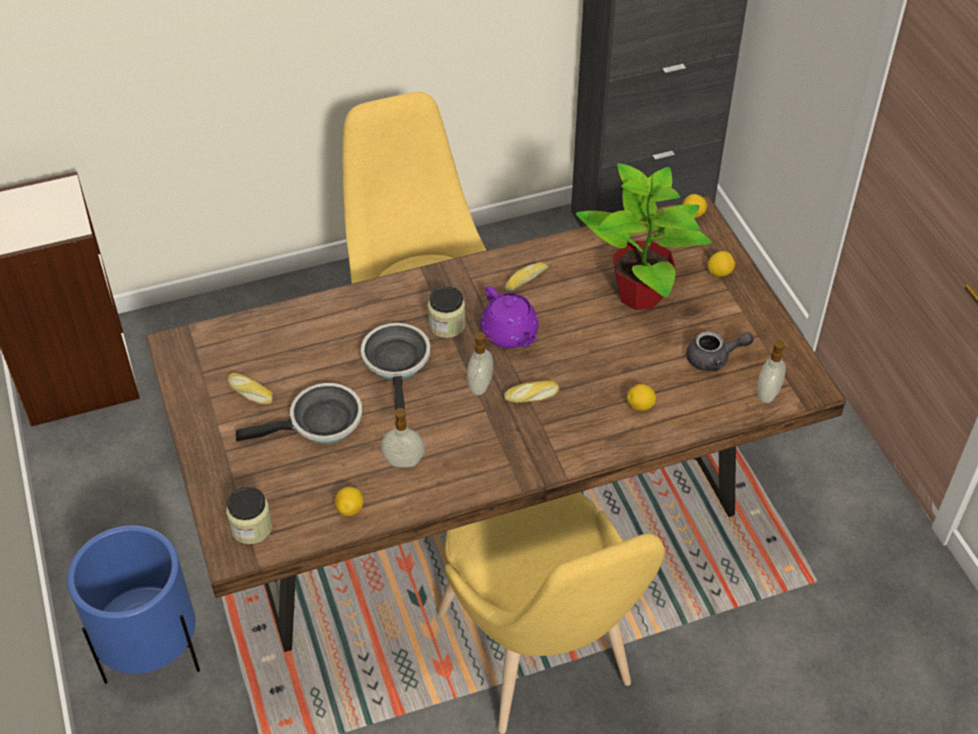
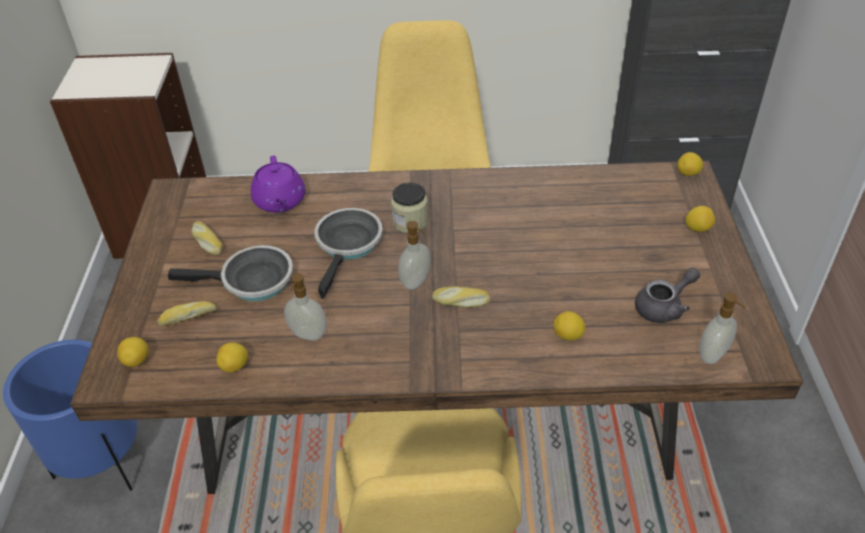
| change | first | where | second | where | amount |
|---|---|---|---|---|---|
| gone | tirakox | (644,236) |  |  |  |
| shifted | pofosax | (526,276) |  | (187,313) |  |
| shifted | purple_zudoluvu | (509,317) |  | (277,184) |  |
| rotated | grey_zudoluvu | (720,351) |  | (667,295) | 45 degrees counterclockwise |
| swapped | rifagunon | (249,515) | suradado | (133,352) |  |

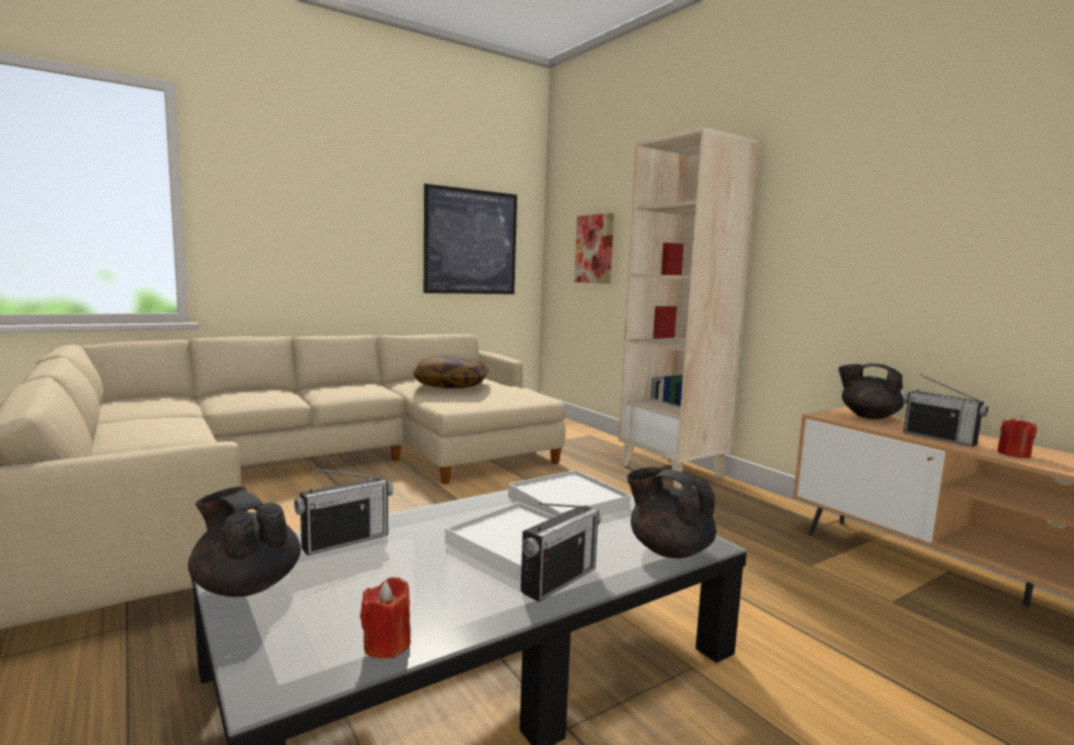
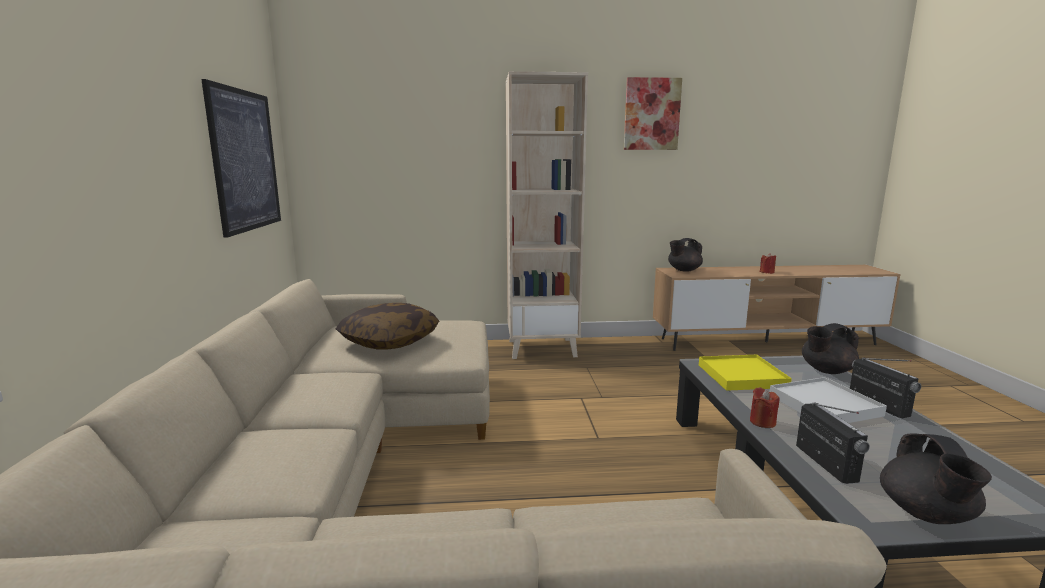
| change | first | where | second | where | amount |
|---|---|---|---|---|---|
| shifted | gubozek | (594,248) |  | (653,113) |  |
| gone | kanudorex | (945,410) |  |  |  |
| repainted | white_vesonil | (569,493) | yellow_vesonil | (745,373) |  |
| rotated | black_zudoluvu | (244,541) |  | (936,478) | 60 degrees counterclockwise |
| shifted | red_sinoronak | (385,618) |  | (764,407) |  |

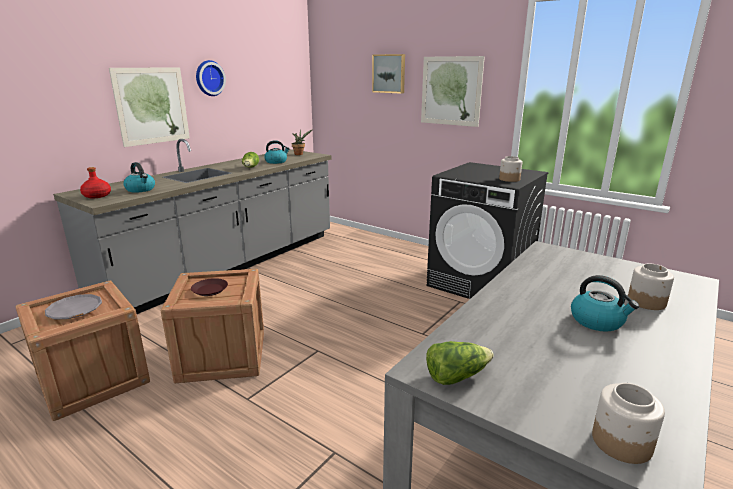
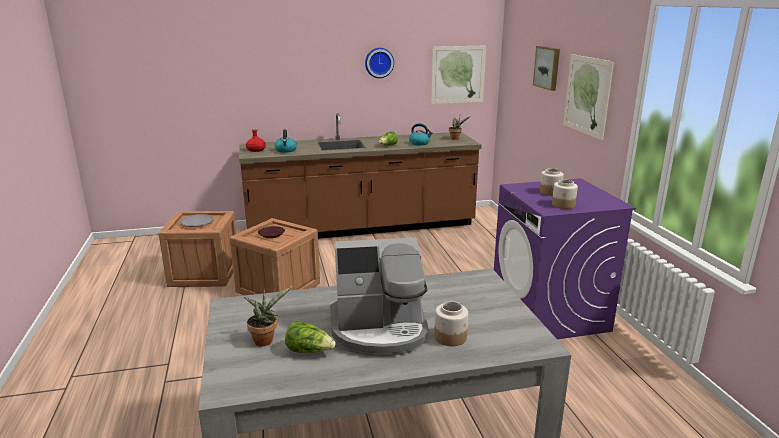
| change | first | where | second | where | amount |
|---|---|---|---|---|---|
| shifted | gubozek | (149,107) |  | (458,75) |  |
| repainted | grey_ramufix | (192,226) | brown_ramufix | (360,176) |  |
| repainted | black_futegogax | (487,230) | purple_futegogax | (565,258) |  |
| swapped | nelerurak | (605,303) | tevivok | (379,296) |  |
| shifted | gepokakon | (460,363) |  | (310,337) |  |
| shifted | rifagunon | (628,423) |  | (552,182) |  |
| new |  |  | tirakox | (268,316) |  |

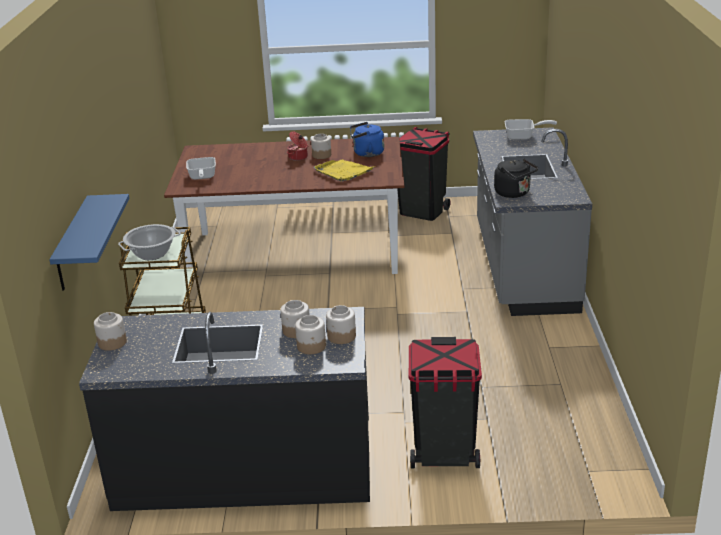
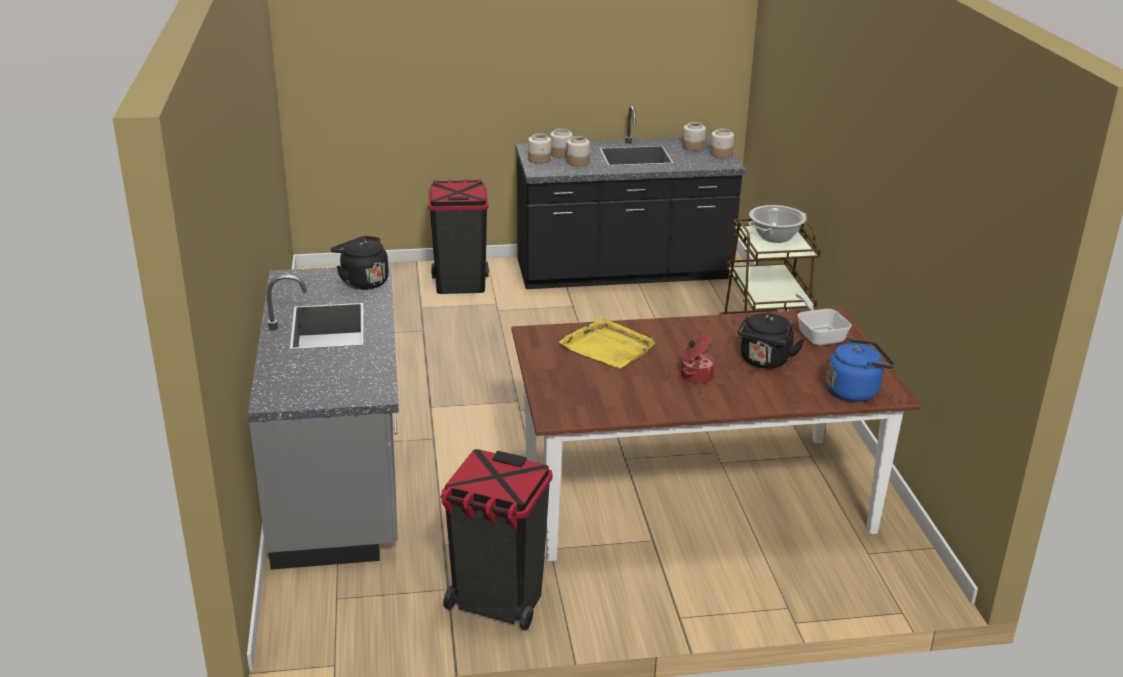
| change | first | where | second | where | amount |
|---|---|---|---|---|---|
| gone | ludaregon | (531,129) |  |  |  |
| shifted | blue_nelerurak | (367,139) |  | (860,370) |  |
| shifted | rifagunon | (321,146) |  | (694,136) |  |
| gone | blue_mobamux | (89,242) |  |  |  |
| new |  |  | black_nelerurak | (770,340) |  |

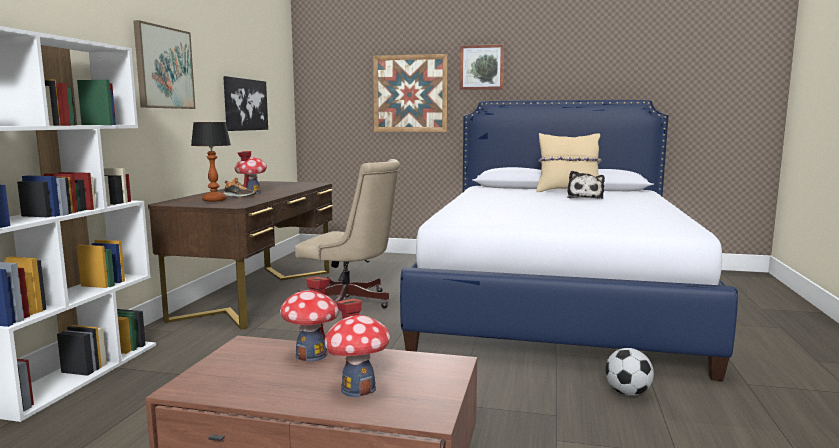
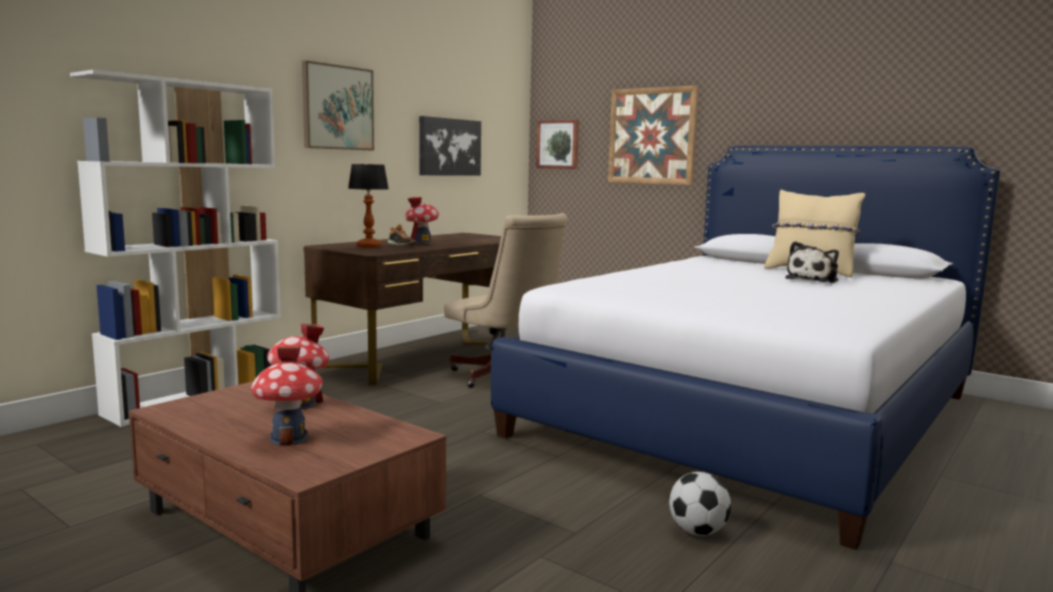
| change | first | where | second | where | amount |
|---|---|---|---|---|---|
| shifted | gubozek | (482,67) |  | (557,144) |  |

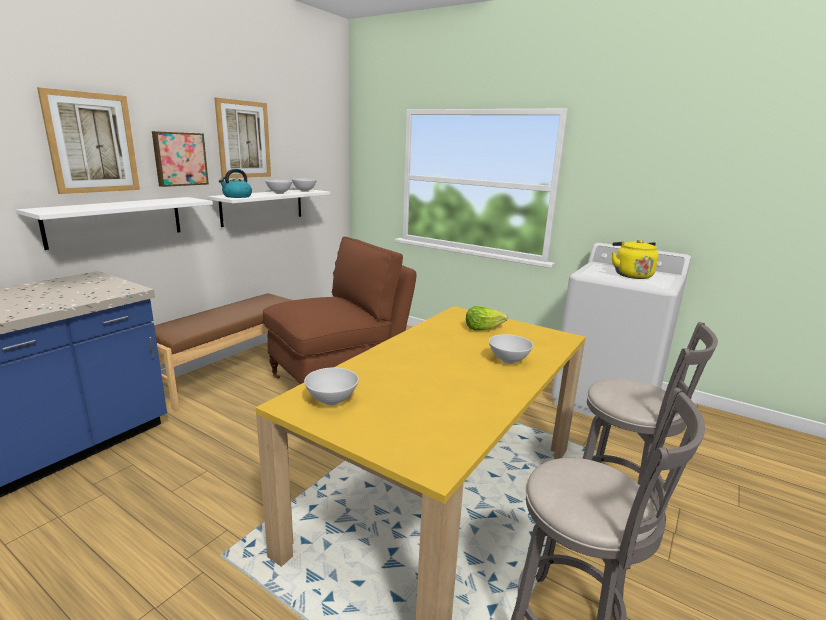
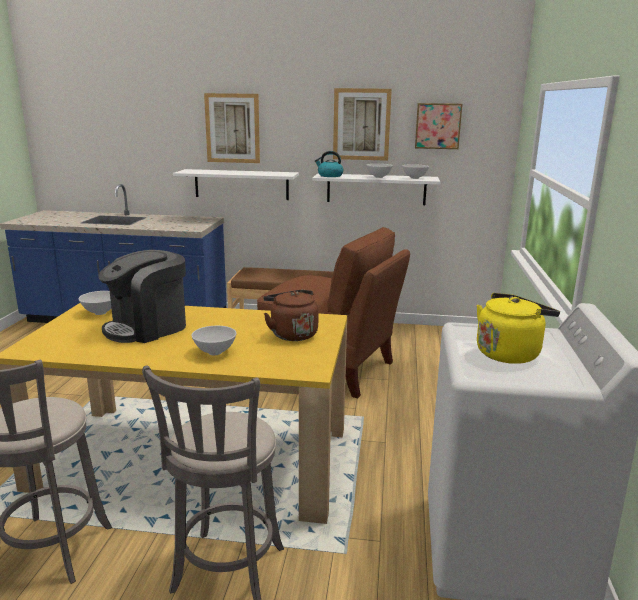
| change | first | where | second | where | amount |
|---|---|---|---|---|---|
| shifted | gubozek | (180,159) |  | (438,126) |  |
| swapped | gepokakon | (487,318) | brown_nelerurak | (291,315) |  |
| new |  |  | tevivok | (142,296) |  |

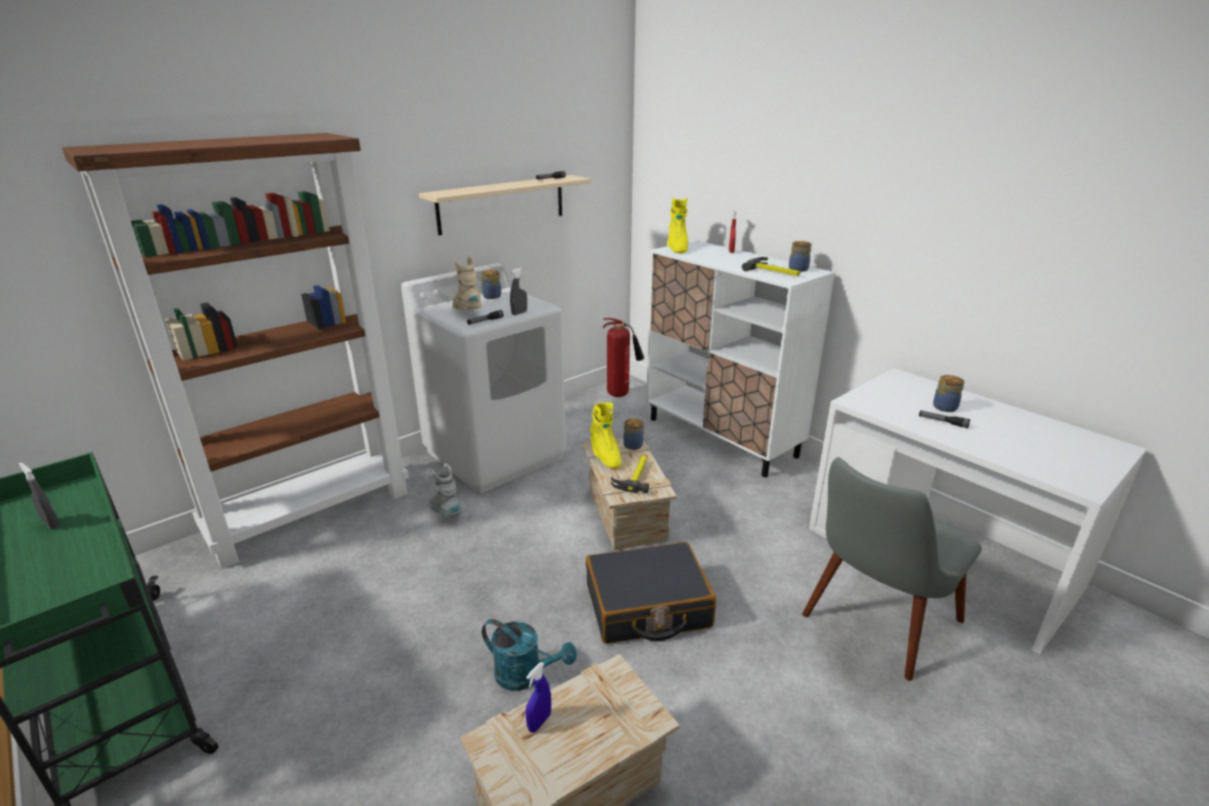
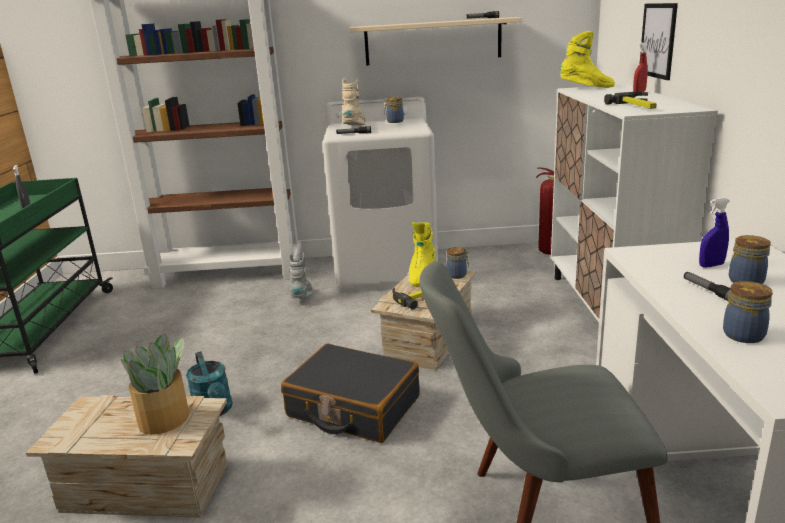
| change | first | where | second | where | amount |
|---|---|---|---|---|---|
| rotated | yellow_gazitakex | (677,225) |  | (587,59) | 120 degrees counterclockwise |
| shifted | rifagunon | (800,256) |  | (748,312) |  |
| gone | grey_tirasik | (518,291) |  |  |  |
| shifted | blue_tirasik | (538,697) |  | (714,233) |  |
| new |  |  | gubozek | (658,41) |  |
| new |  |  | tirakox | (155,384) |  |

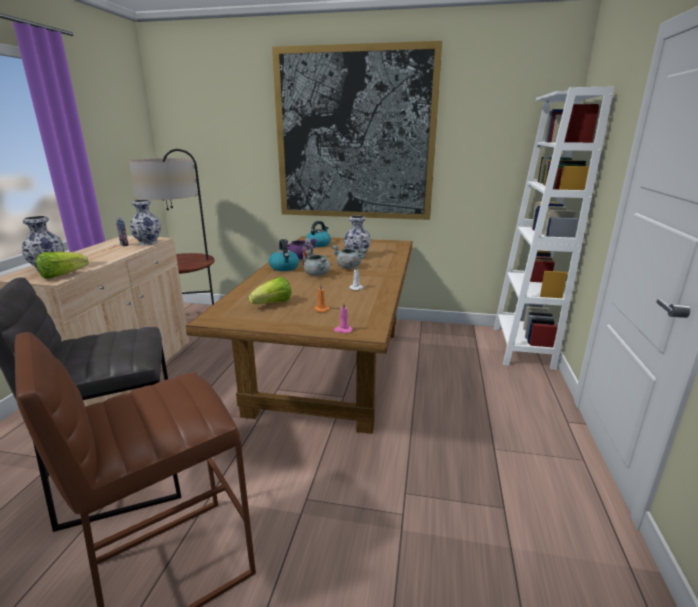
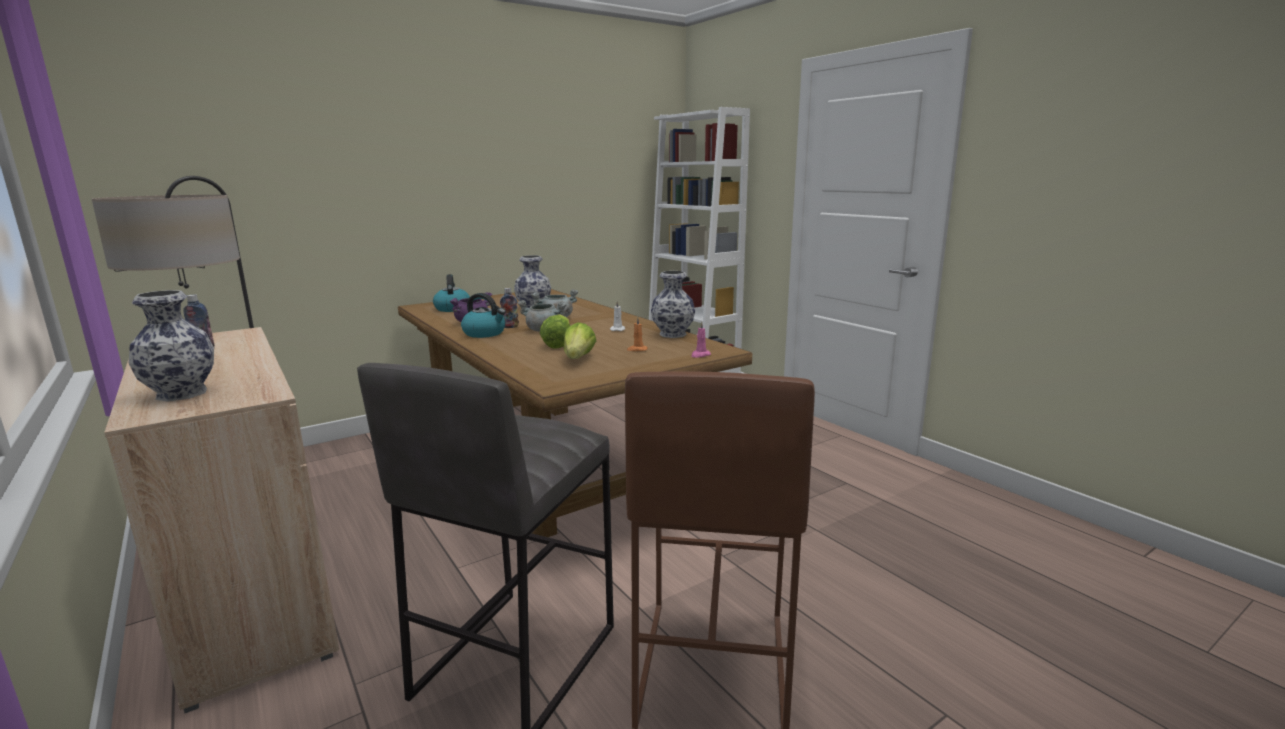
| change | first | where | second | where | amount |
|---|---|---|---|---|---|
| gone | gubozek | (357,130) |  |  |  |
| shifted | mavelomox | (145,222) |  | (673,304) |  |
| shifted | gepokakon | (62,265) |  | (555,331) |  |

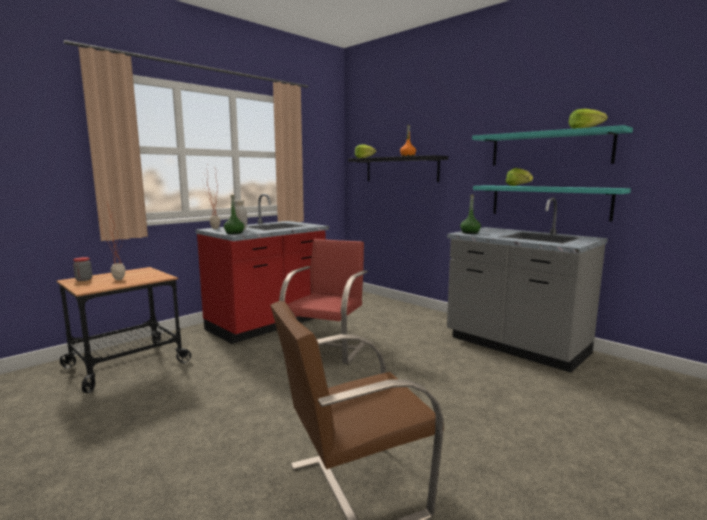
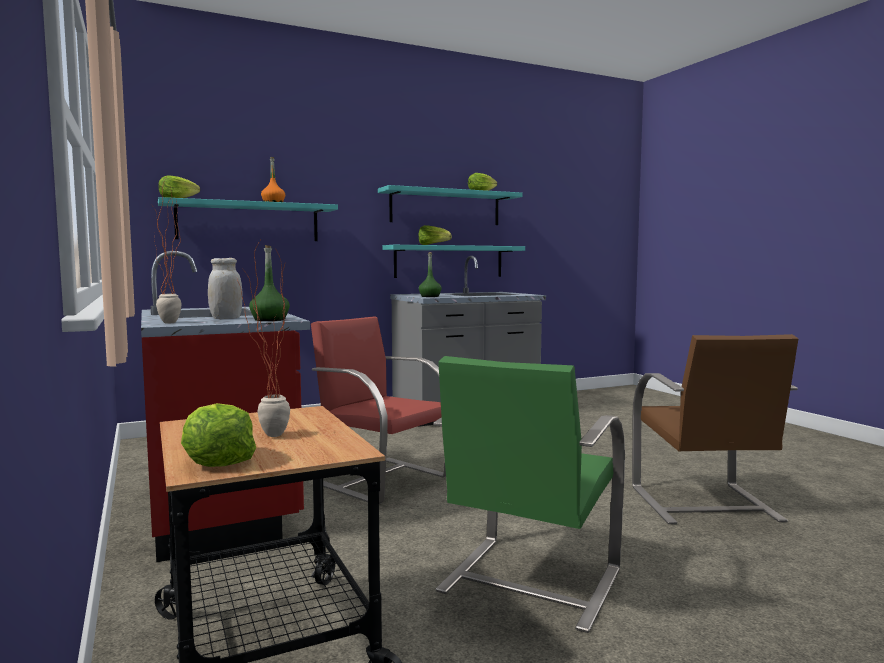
| change | first | where | second | where | amount |
|---|---|---|---|---|---|
| repainted | black_mobamux | (398,168) | turquoise_mobamux | (248,219) |  |
| swapped | rifagunon | (82,269) | gepokakon | (218,435) |  |
| new |  |  | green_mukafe | (529,494) |  |

